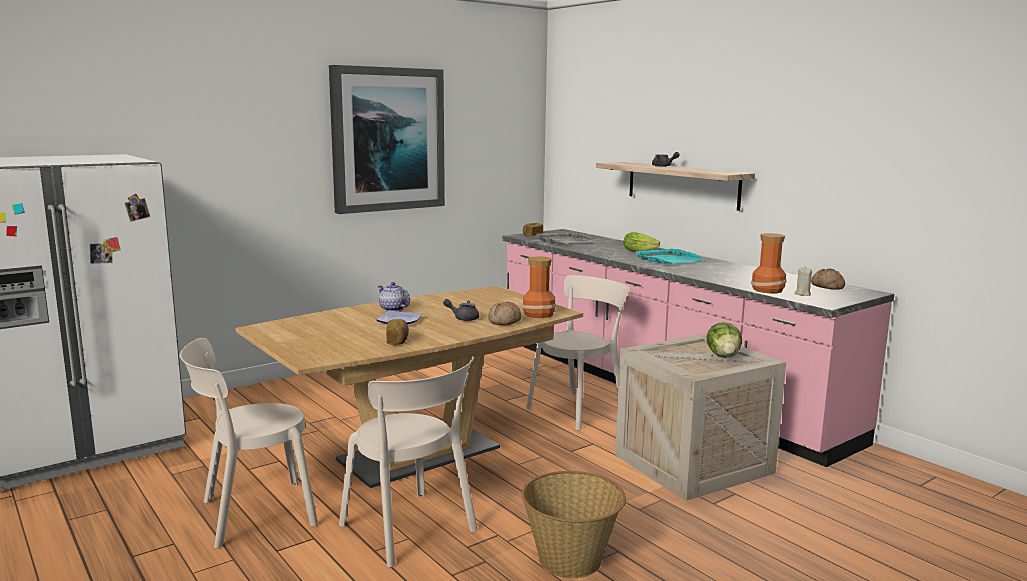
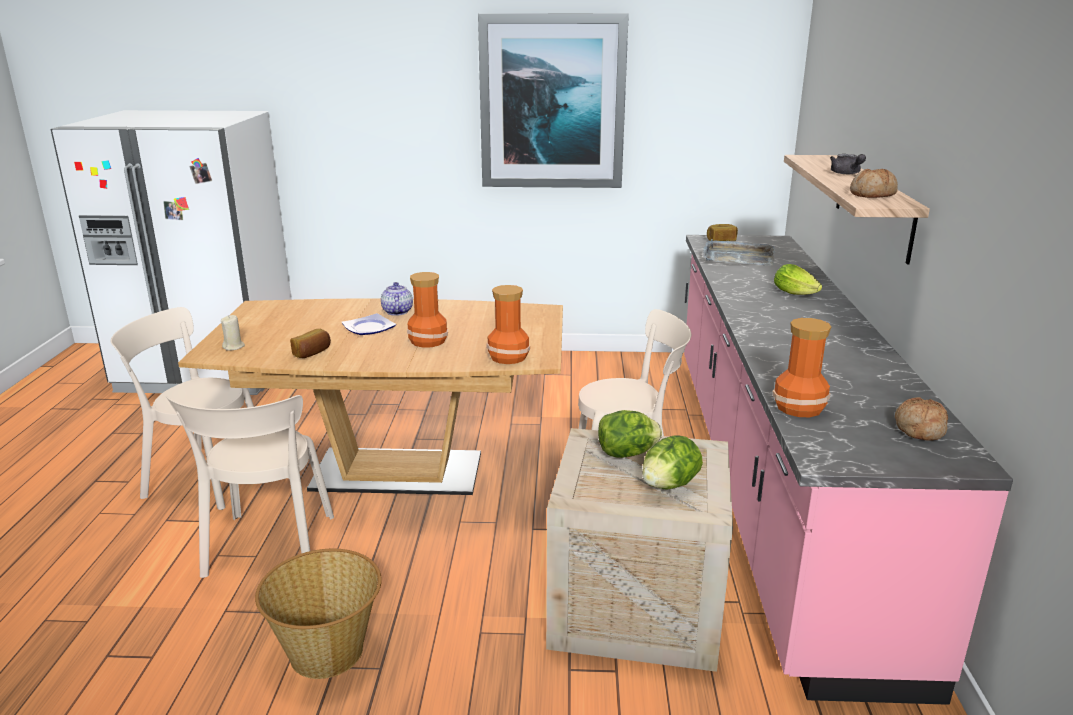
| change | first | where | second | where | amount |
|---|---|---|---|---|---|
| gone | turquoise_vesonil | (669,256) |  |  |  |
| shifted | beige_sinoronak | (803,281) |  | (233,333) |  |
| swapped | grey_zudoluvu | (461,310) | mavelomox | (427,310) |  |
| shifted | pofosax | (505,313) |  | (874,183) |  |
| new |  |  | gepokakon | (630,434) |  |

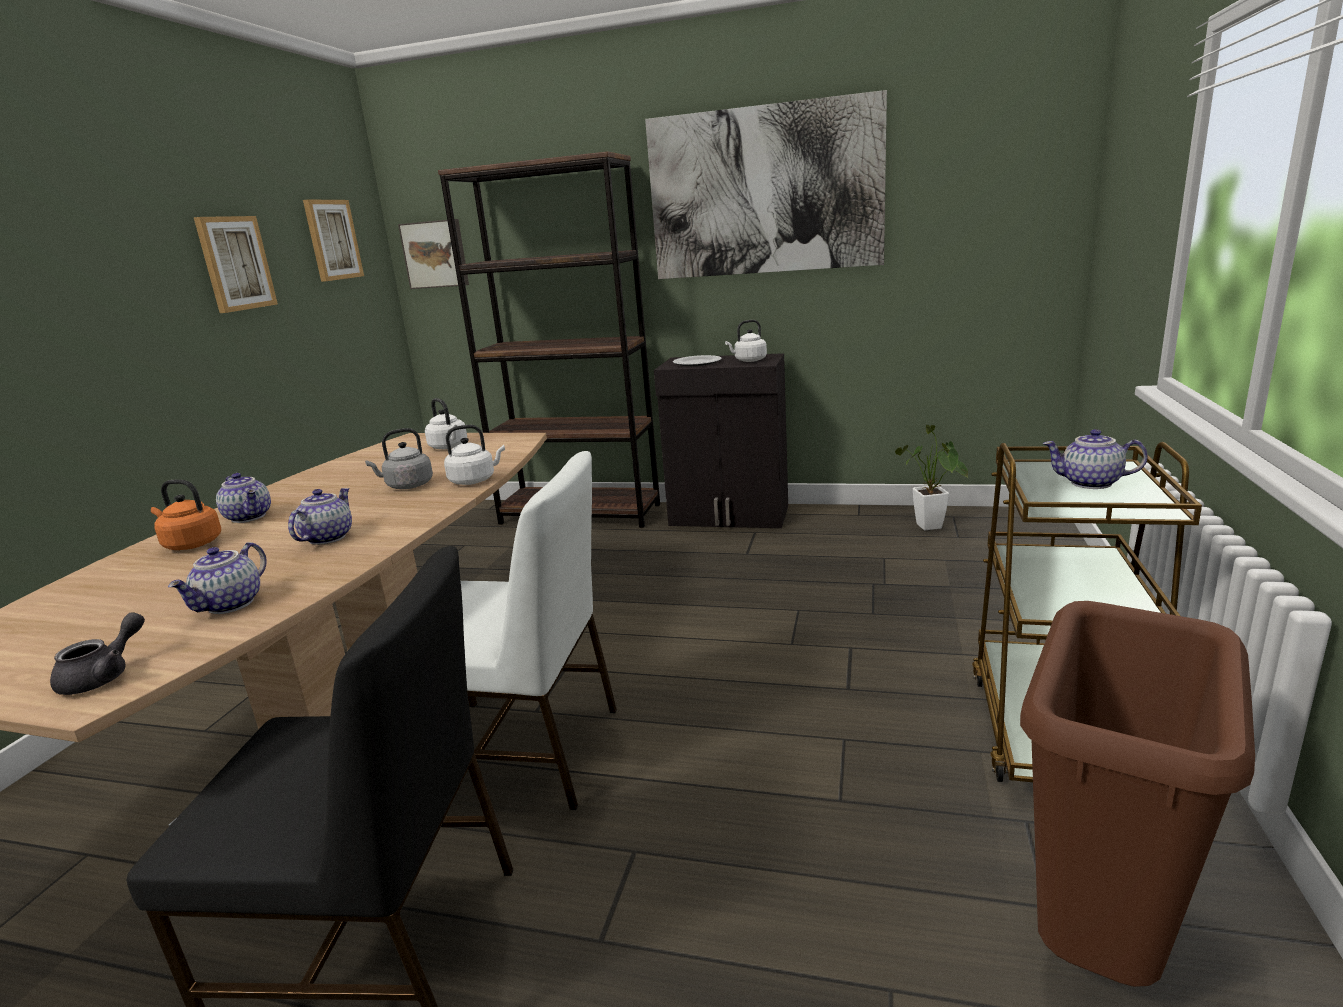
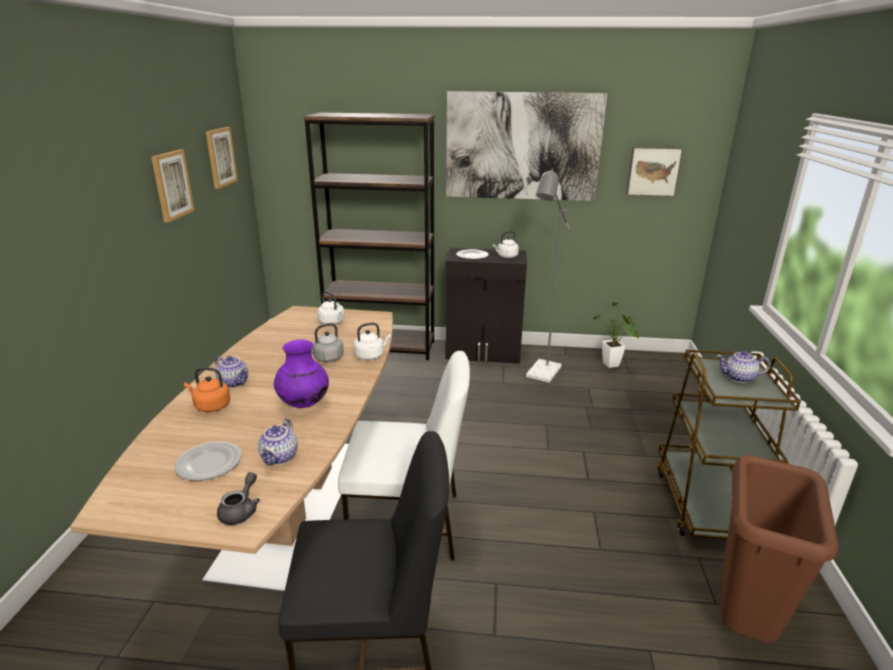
| change | first | where | second | where | amount |
|---|---|---|---|---|---|
| shifted | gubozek | (433,254) |  | (654,171) |  |
| swapped | zudoluvu | (320,516) | purple_mavelomox | (301,373) |  |
| new |  |  | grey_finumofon | (547,275) |  |
| new |  |  | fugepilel | (208,461) |  |

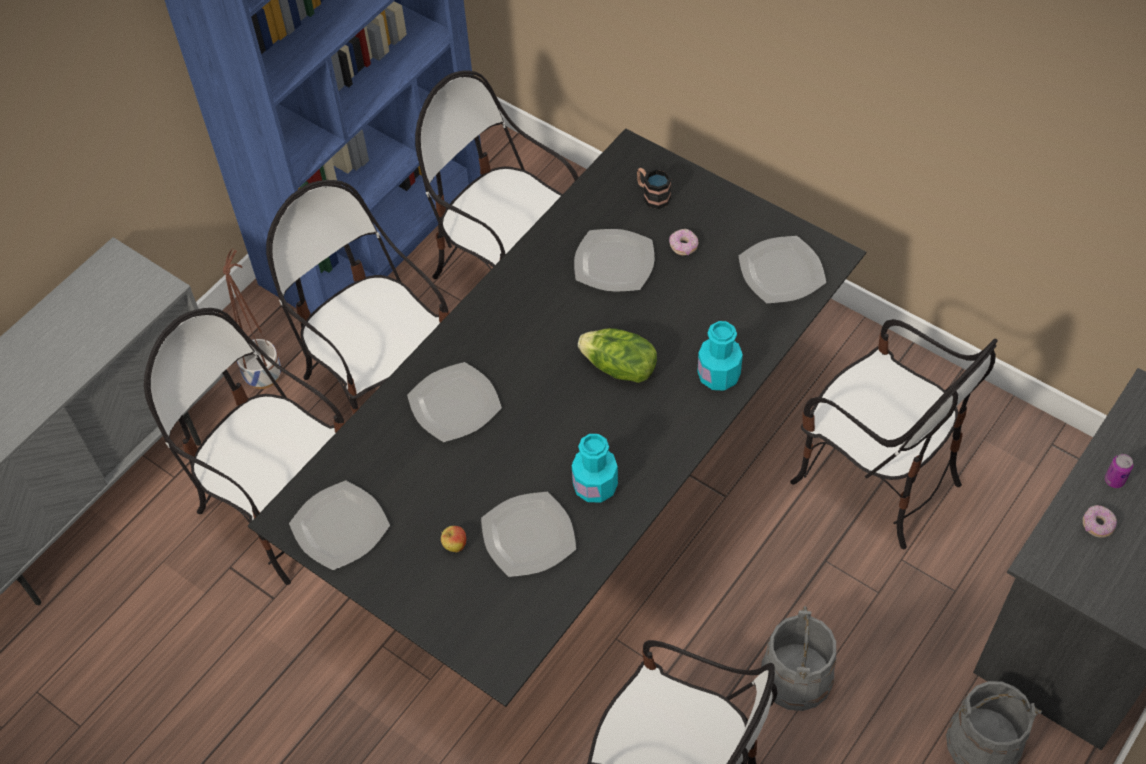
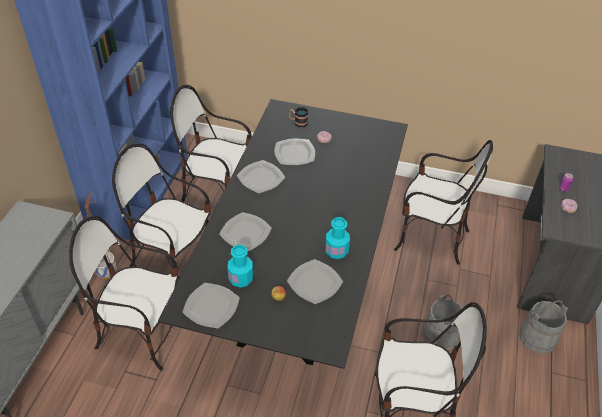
| change | first | where | second | where | amount |
|---|---|---|---|---|---|
| shifted | fugepilel | (782,270) |  | (261,176) |  |
| shifted | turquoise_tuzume | (720,356) |  | (240,266) |  |
| gone | gepokakon | (617,355) |  |  |  |

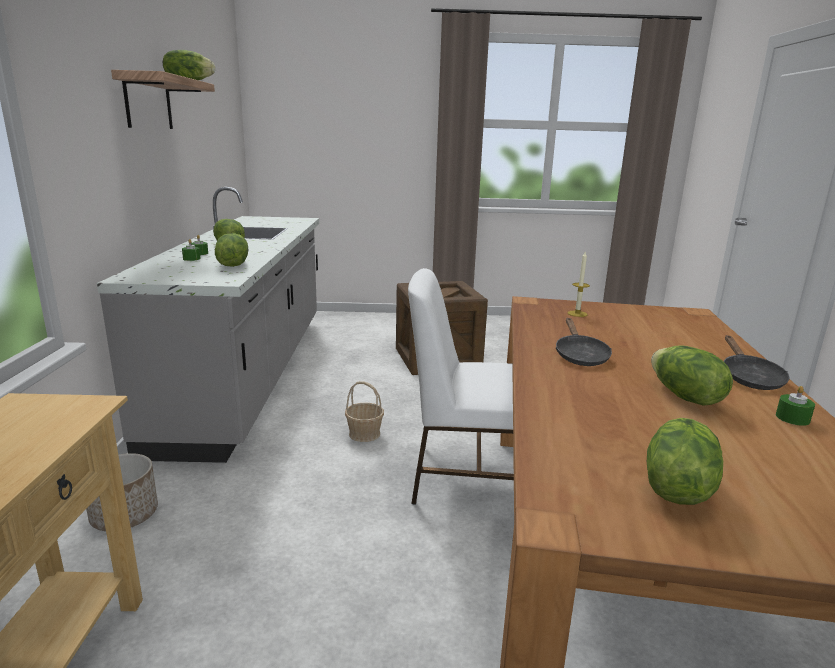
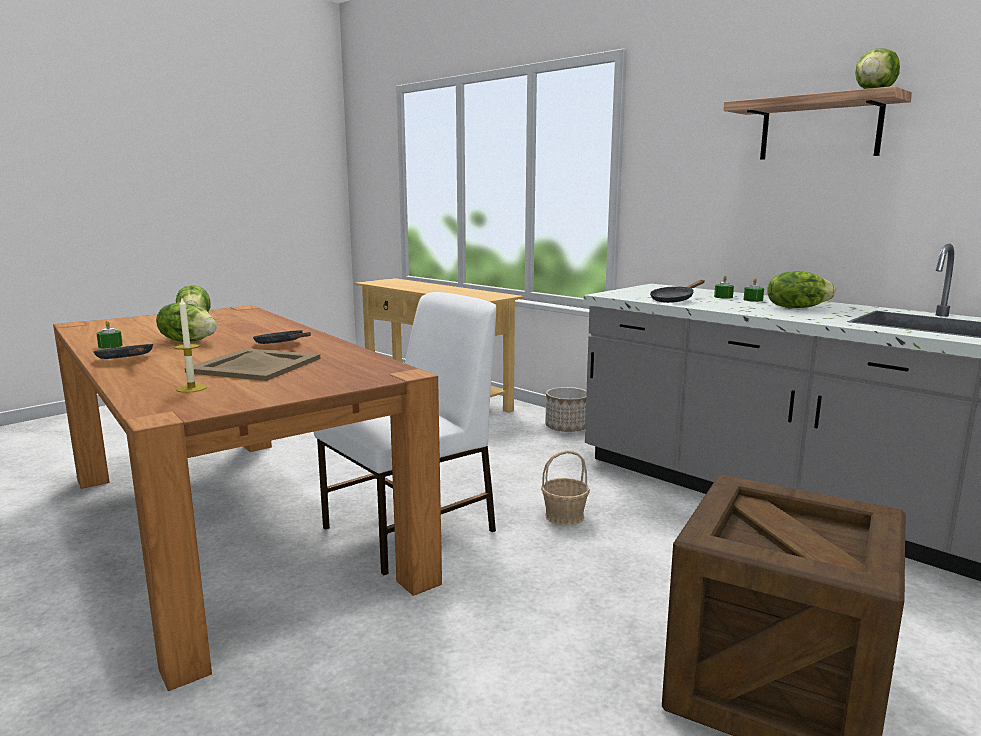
| change | first | where | second | where | amount |
|---|---|---|---|---|---|
| swapped | gepokakon | (231,250) | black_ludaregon | (677,291) |  |
| shifted | sinoronak | (578,284) |  | (190,345) |  |
| new |  |  | beige_vesonil | (252,364) |  |

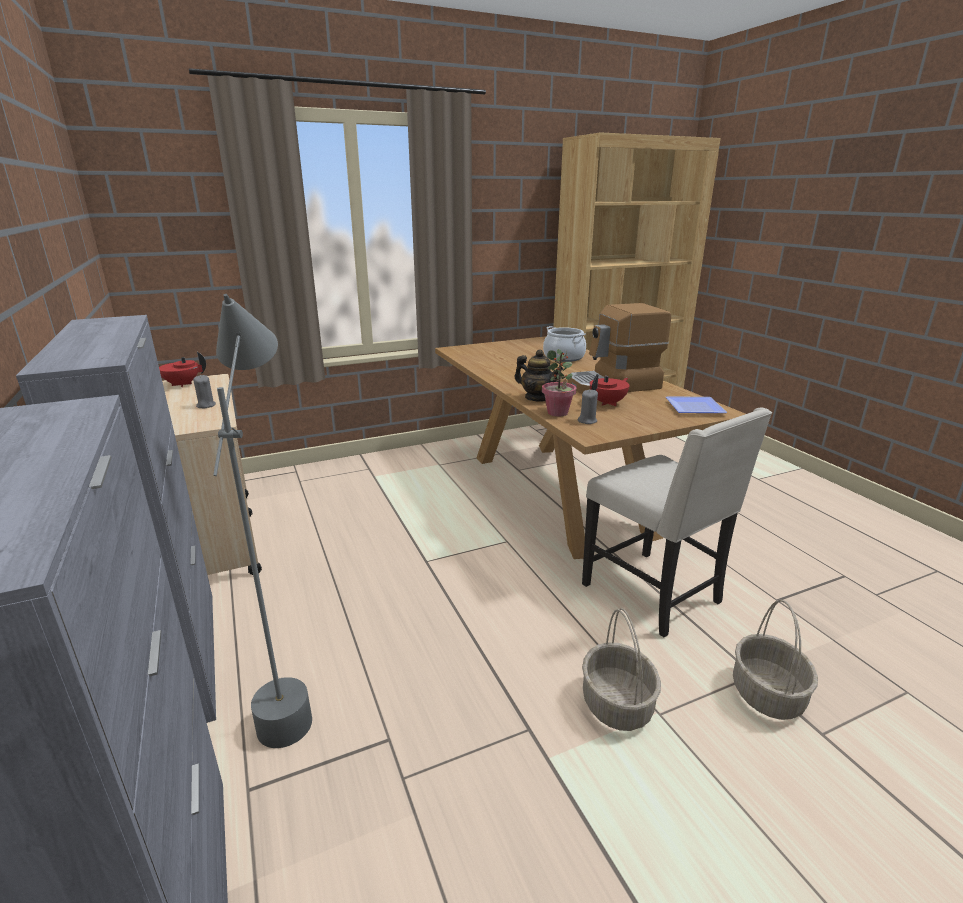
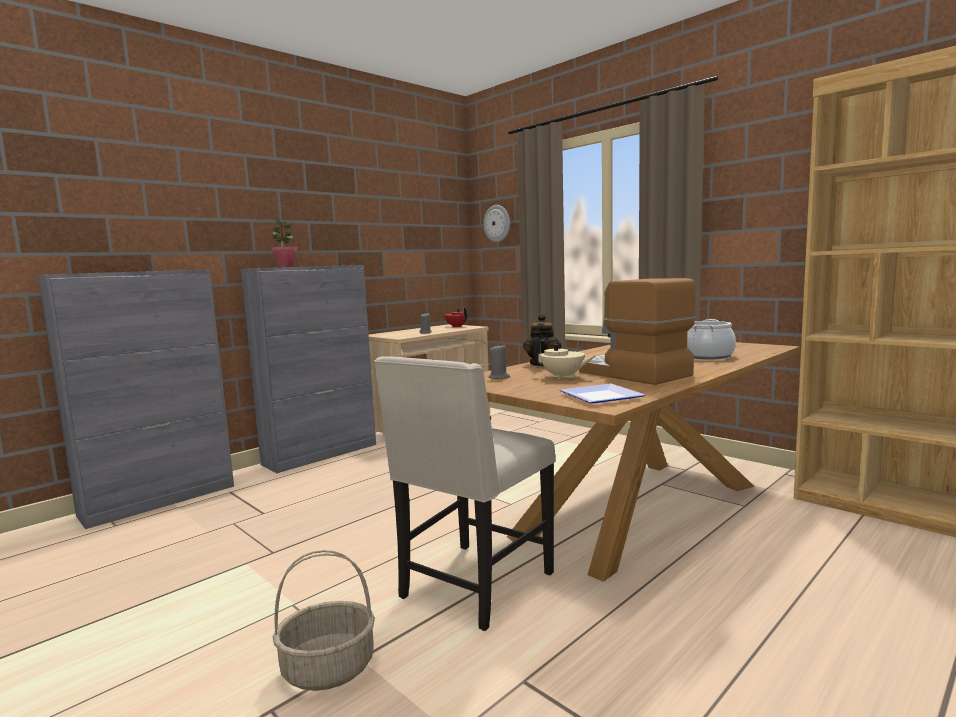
| change | first | where | second | where | amount |
|---|---|---|---|---|---|
| gone | grey_finumofon | (262,521) |  |  |  |
| shifted | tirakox | (559,383) |  | (284,243) |  |
| repainted | red_zudoluvu | (610,390) | beige_zudoluvu | (565,358) |  |
| gone | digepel | (621,669) |  |  |  |
| new |  |  | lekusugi | (496,223) |  |

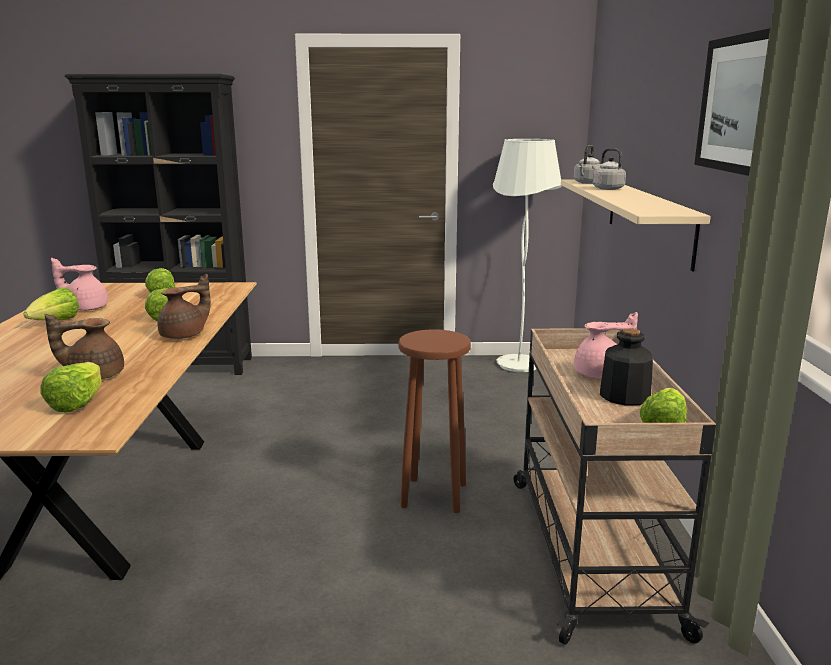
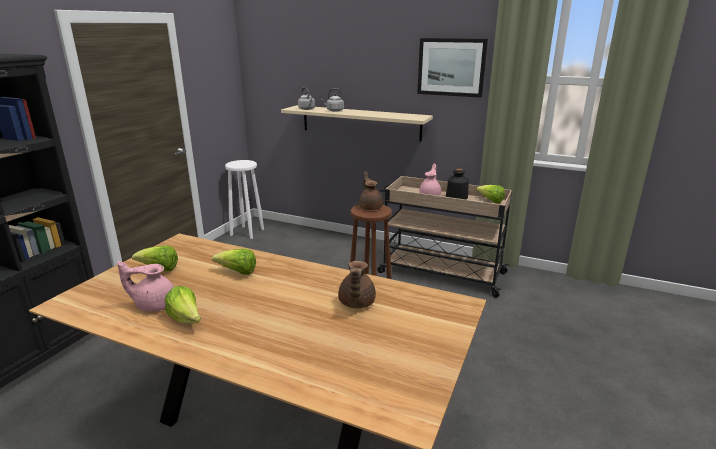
| change | first | where | second | where | amount |
|---|---|---|---|---|---|
| swapped | white_finumofon | (527,255) | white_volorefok | (244,199) |  |
| rotated | pink_zudoluvu | (79,284) |  | (145,286) | 60 degrees clockwise |
| shifted | brown_zudoluvu | (184,306) |  | (371,190) |  |
| gone | gepokakon | (70,387) |  |  |  |

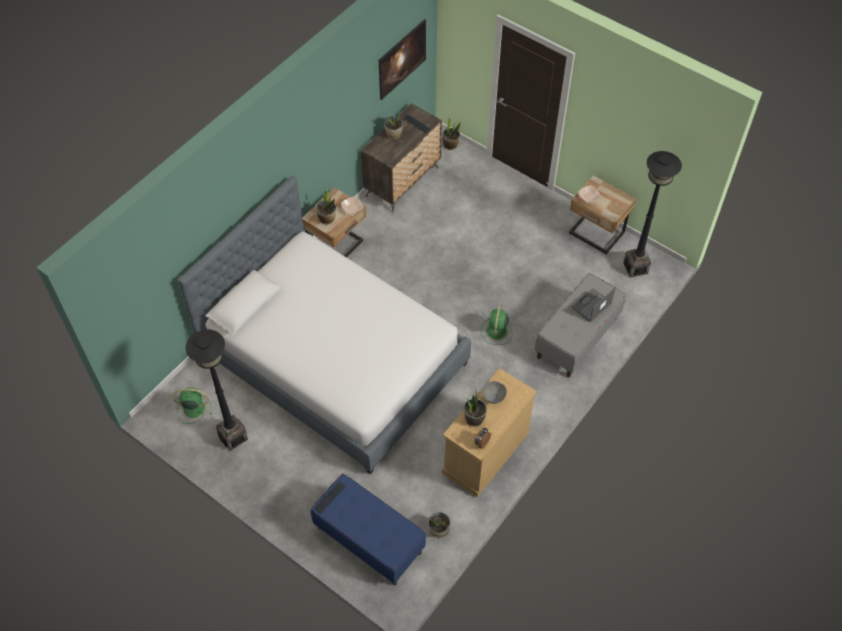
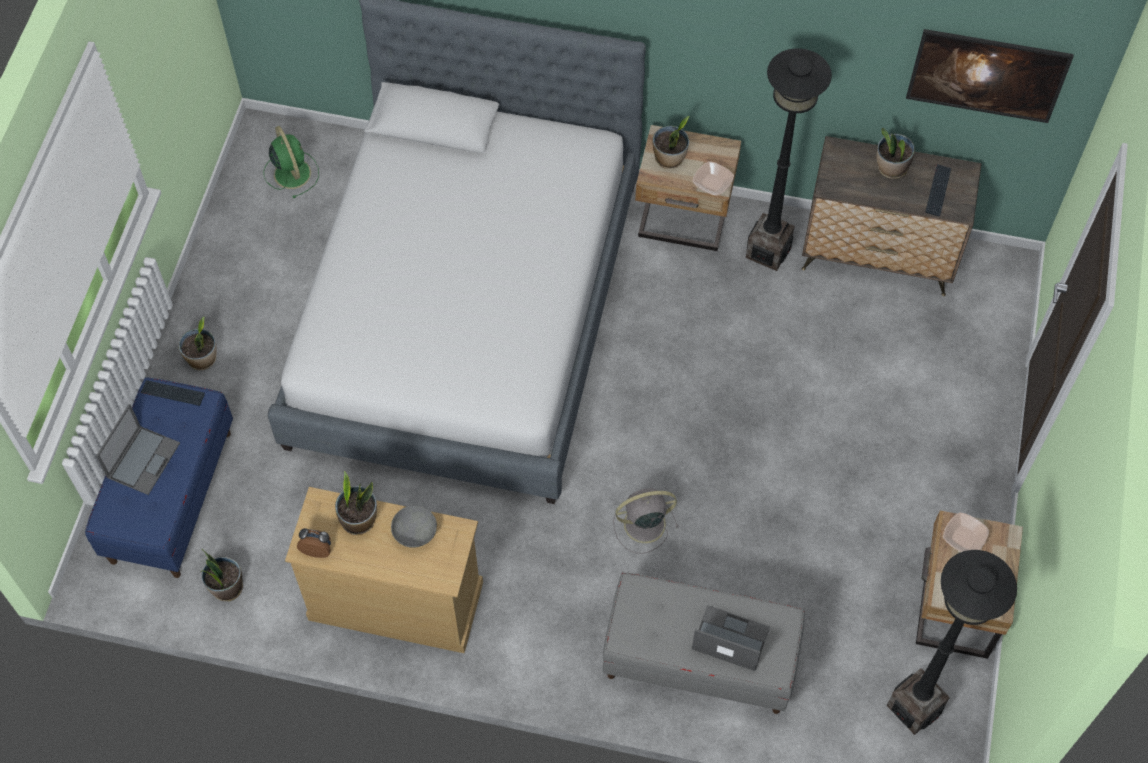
| change | first | where | second | where | amount |
|---|---|---|---|---|---|
| shifted | tirakox | (451,133) |  | (197,343) |  |
| repainted | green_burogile | (496,324) | grey_burogile | (646,521) |  |
| shifted | black_finumofon | (217,390) |  | (789,159) |  |
| new |  |  | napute | (138,449) |  |

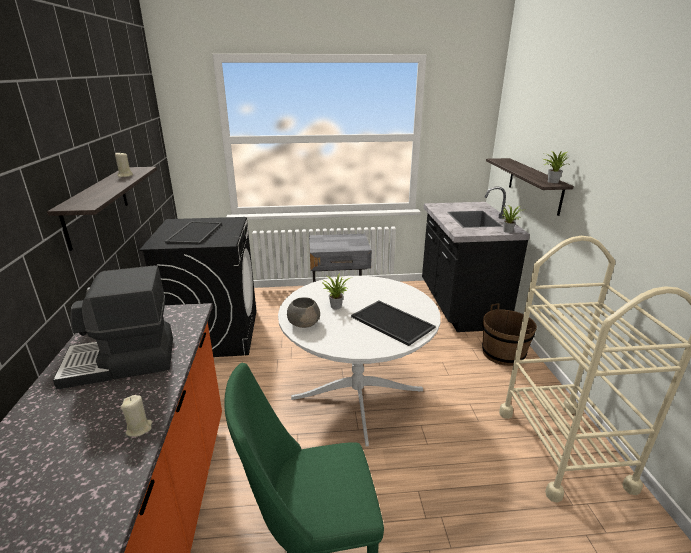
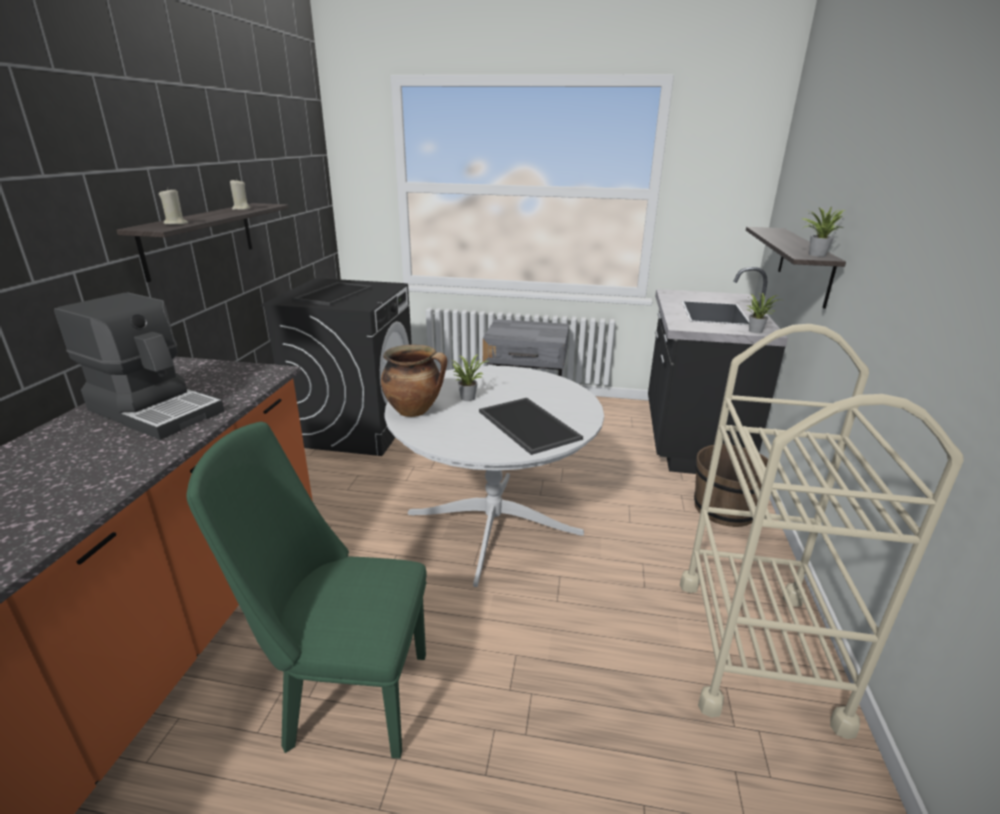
| change | first | where | second | where | amount |
|---|---|---|---|---|---|
| rotated | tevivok | (113,327) |  | (139,366) | 150 degrees counterclockwise |
| swapped | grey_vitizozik | (303,312) | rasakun | (414,381) |  |
| shifted | beige_sinoronak | (136,416) |  | (173,206) |  |

